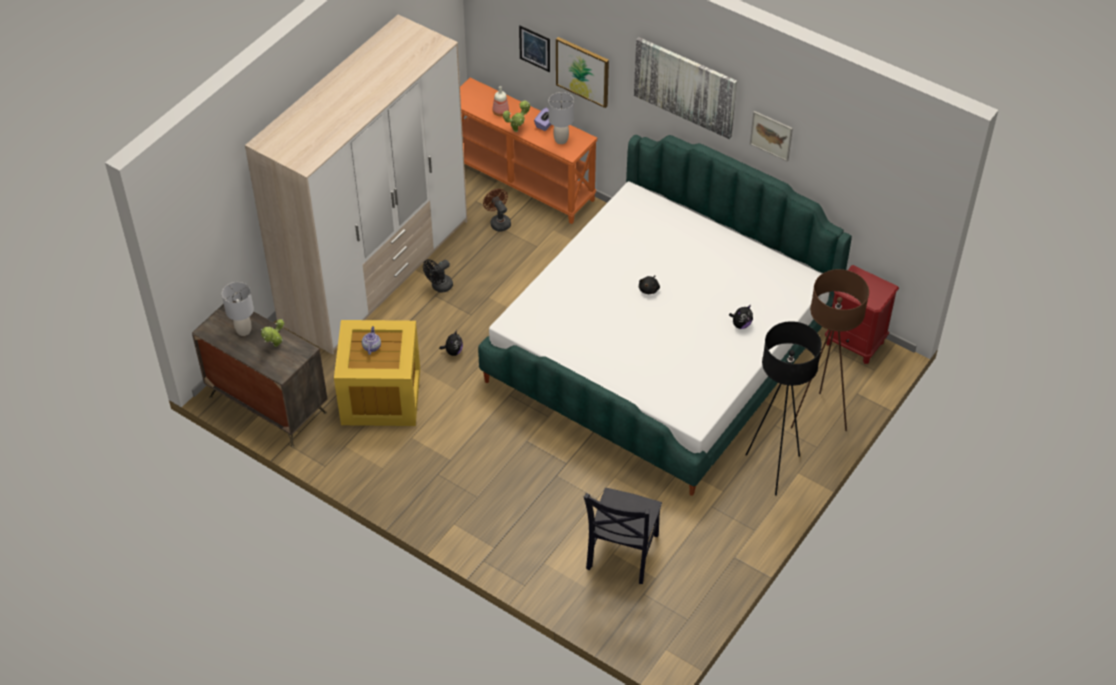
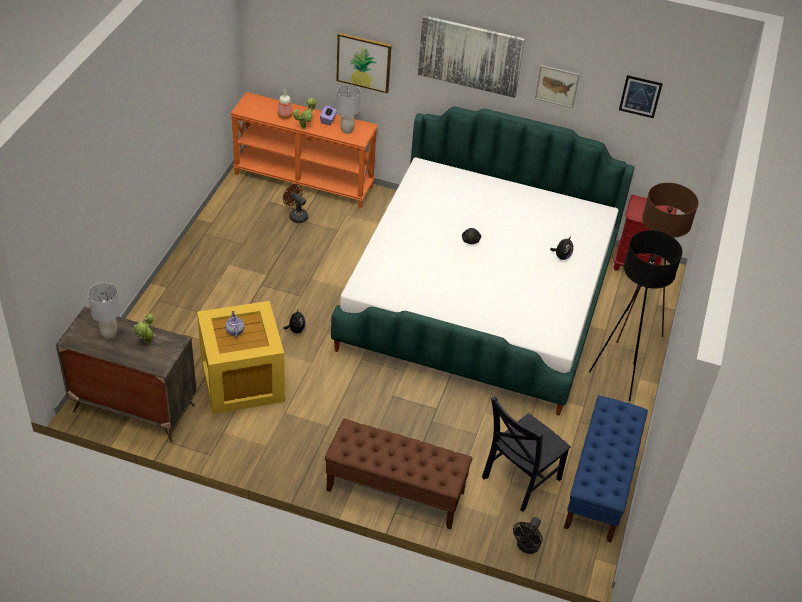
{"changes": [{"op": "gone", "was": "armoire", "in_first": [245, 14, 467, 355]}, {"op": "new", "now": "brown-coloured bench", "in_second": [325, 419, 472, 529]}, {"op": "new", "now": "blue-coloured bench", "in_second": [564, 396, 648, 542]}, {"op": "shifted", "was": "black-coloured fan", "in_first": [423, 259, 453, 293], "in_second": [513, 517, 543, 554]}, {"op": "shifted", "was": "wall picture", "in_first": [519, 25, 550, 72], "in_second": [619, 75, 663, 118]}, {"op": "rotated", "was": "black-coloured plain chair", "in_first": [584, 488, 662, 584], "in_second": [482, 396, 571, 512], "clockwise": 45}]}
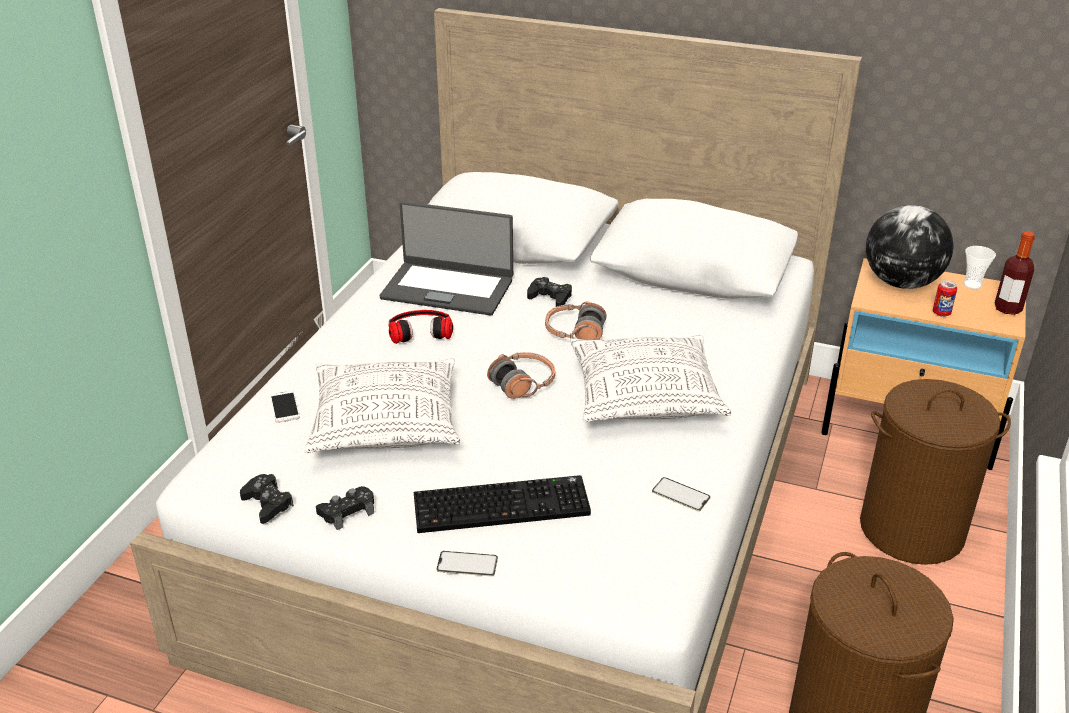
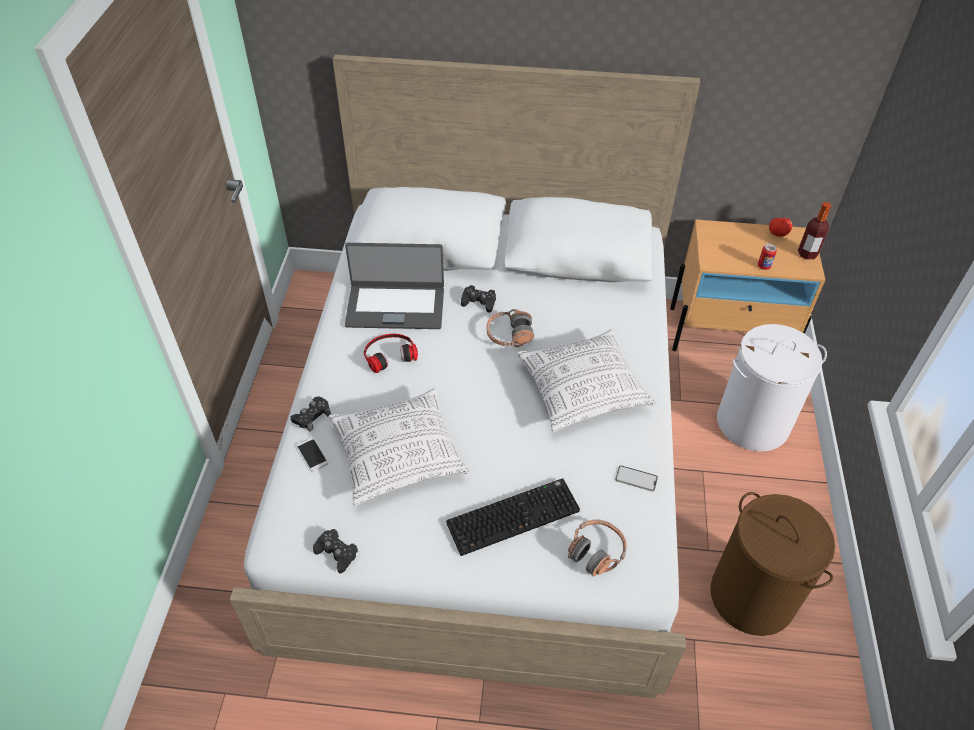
{"changes": [{"op": "gone", "was": "phone", "in_first": [437, 551, 498, 576]}, {"op": "gone", "was": "desk globe", "in_first": [866, 205, 954, 289]}, {"op": "shifted", "was": "black-coloured joypad", "in_first": [316, 486, 374, 530], "in_second": [290, 396, 331, 431]}, {"op": "shifted", "was": "headset", "in_first": [487, 352, 555, 399], "in_second": [568, 519, 627, 576]}, {"op": "swapped", "was": "drinking cup", "now": "apple fruit", "in_first": [963, 246, 996, 289], "in_second": [769, 215, 792, 237]}, {"op": "repainted", "was": "brown-coloured washing basket", "now": "whitish washing basket", "in_first": [860, 379, 1011, 565], "in_second": [717, 324, 827, 452]}]}
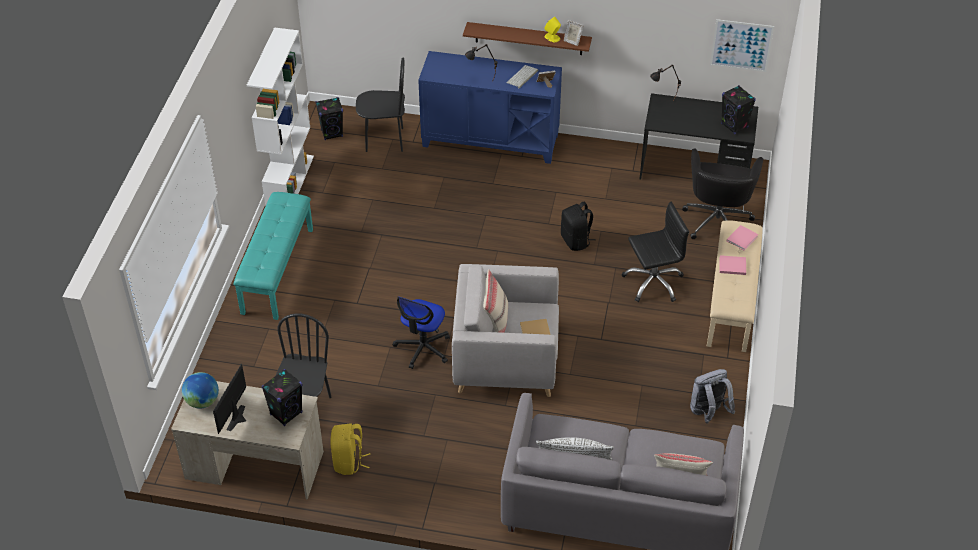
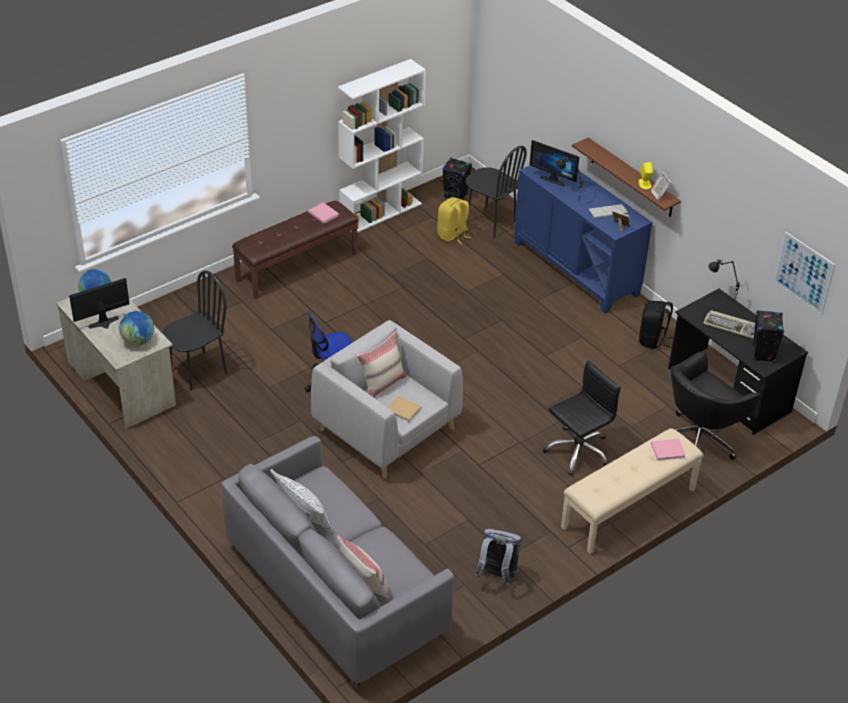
{"changes": [{"op": "new", "now": "computer display", "in_second": [530, 140, 579, 187]}, {"op": "new", "now": "computer keyboard", "in_second": [703, 310, 755, 339]}, {"op": "shifted", "was": "yellow-coloured backpack", "in_first": [330, 423, 370, 475], "in_second": [437, 197, 471, 245]}, {"op": "shifted", "was": "black-coloured backpack", "in_first": [561, 202, 596, 251], "in_second": [639, 301, 673, 349]}, {"op": "shifted", "was": "pink book", "in_first": [720, 255, 746, 275], "in_second": [308, 202, 339, 224]}, {"op": "swapped", "was": "black-coloured audio speaker", "now": "desk globe", "in_first": [261, 369, 303, 426], "in_second": [119, 311, 154, 346]}, {"op": "repainted", "was": "turquoise-coloured bench", "now": "brown-coloured bench", "in_first": [234, 192, 313, 320], "in_second": [232, 201, 358, 299]}, {"op": "rotated", "was": "black-coloured desk chair", "in_first": [622, 202, 689, 302], "in_second": [543, 360, 621, 476], "clockwise": -60}]}
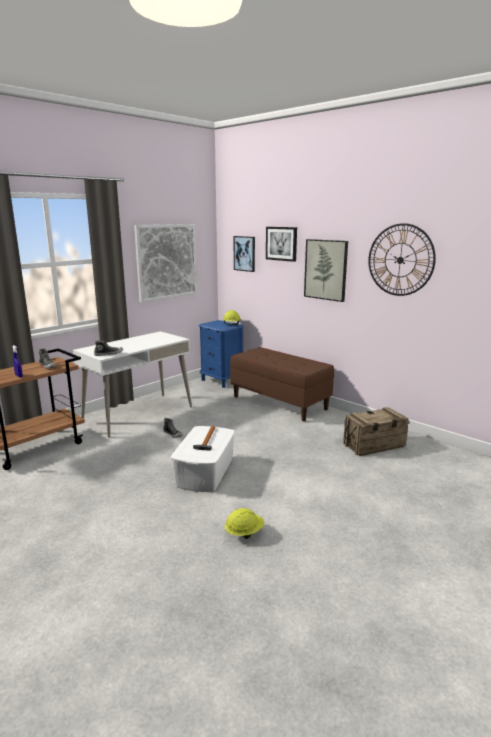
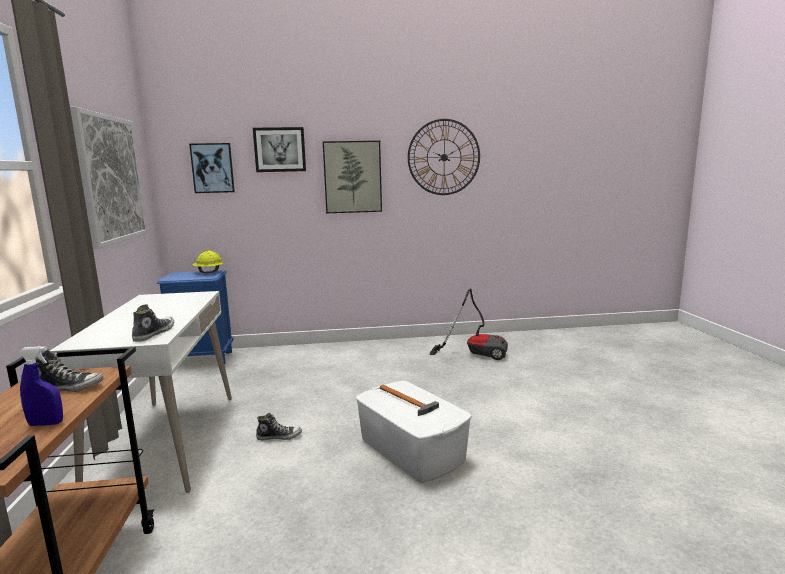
{"changes": [{"op": "gone", "was": "yellow-coloured work helmet", "in_first": [225, 508, 264, 539]}, {"op": "gone", "was": "brown-coloured bench", "in_first": [230, 347, 334, 421]}, {"op": "swapped", "was": "crate", "now": "vacuum", "in_first": [343, 407, 409, 456], "in_second": [429, 289, 508, 360]}]}
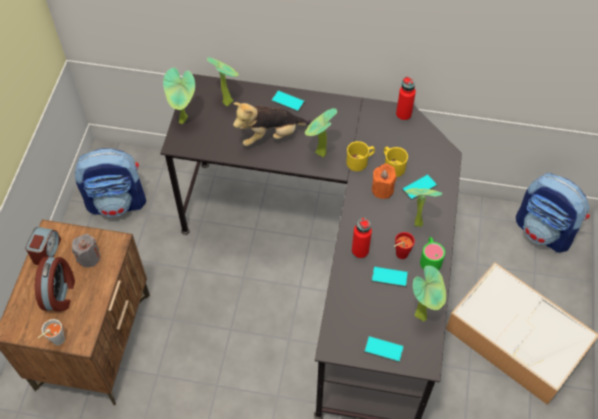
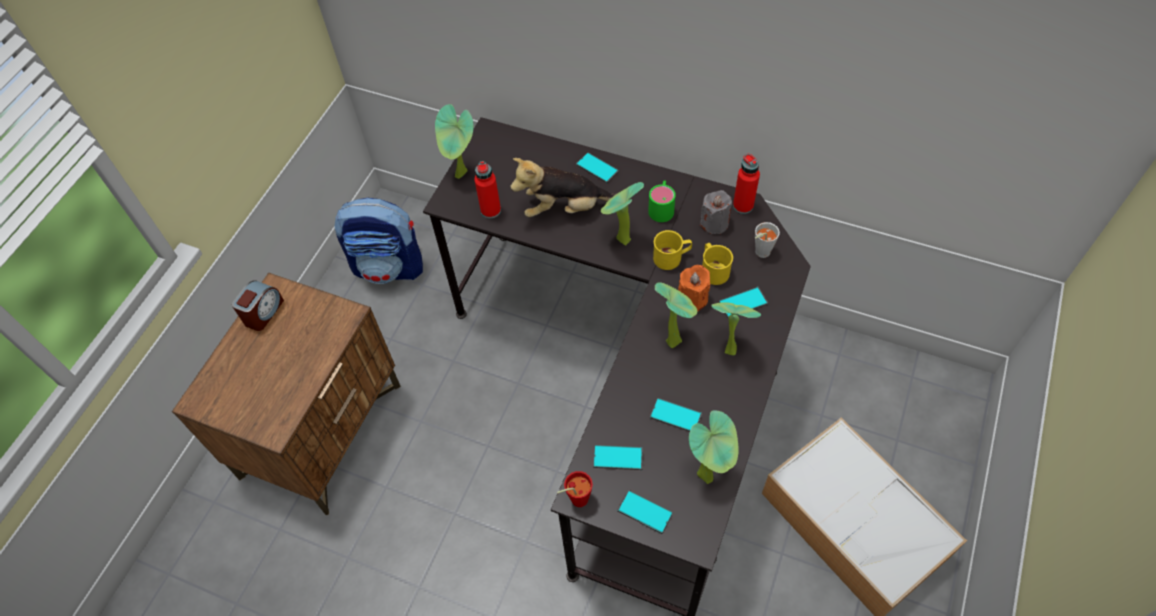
{"changes": [{"op": "gone", "was": "table clock", "in_first": [35, 256, 75, 311]}, {"op": "gone", "was": "backpack", "in_first": [516, 173, 590, 253]}, {"op": "new", "now": "phone", "in_second": [593, 445, 643, 470]}, {"op": "shifted", "was": "grey drinking cup", "in_first": [38, 319, 65, 345], "in_second": [755, 222, 780, 258]}, {"op": "shifted", "was": "grey wax light", "in_first": [72, 234, 100, 267], "in_second": [700, 190, 732, 234]}, {"op": "shifted", "was": "plant in a pot", "in_first": [207, 57, 239, 106], "in_second": [655, 282, 697, 348]}, {"op": "shifted", "was": "red bottle", "in_first": [352, 217, 372, 259], "in_second": [474, 161, 501, 218]}, {"op": "shifted", "was": "red drinking cup", "in_first": [394, 232, 415, 259], "in_second": [557, 471, 593, 507]}, {"op": "shifted", "was": "green tea mug", "in_first": [420, 237, 445, 270], "in_second": [648, 180, 676, 222]}]}
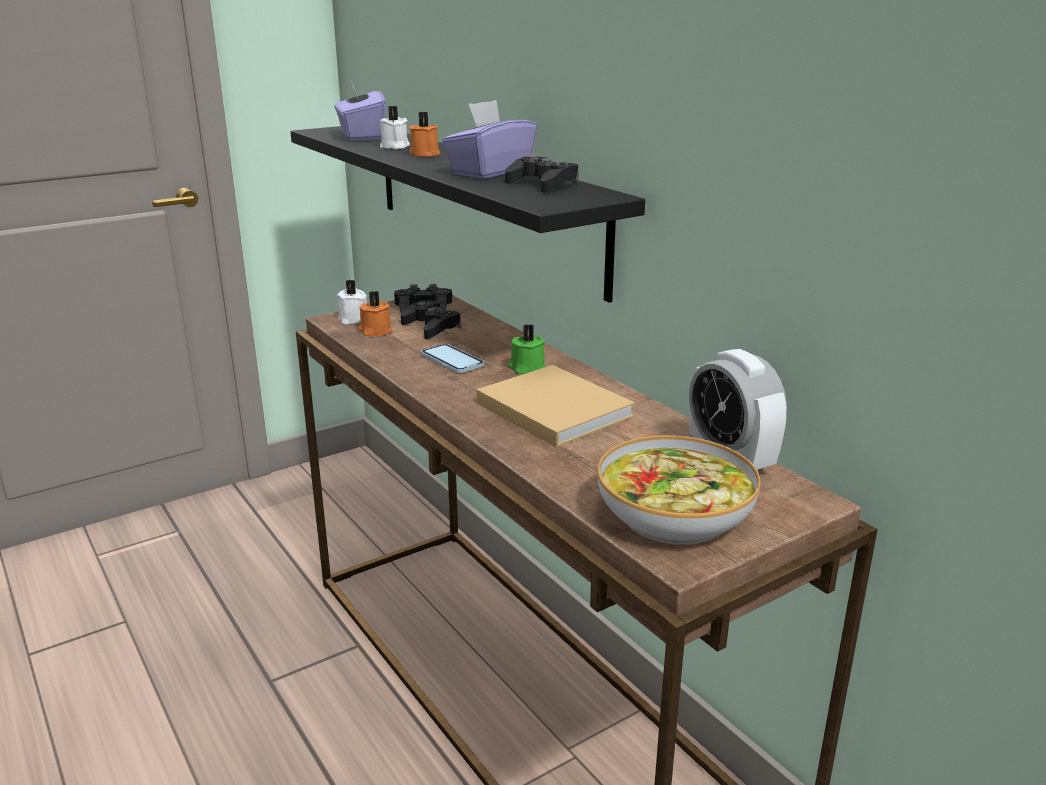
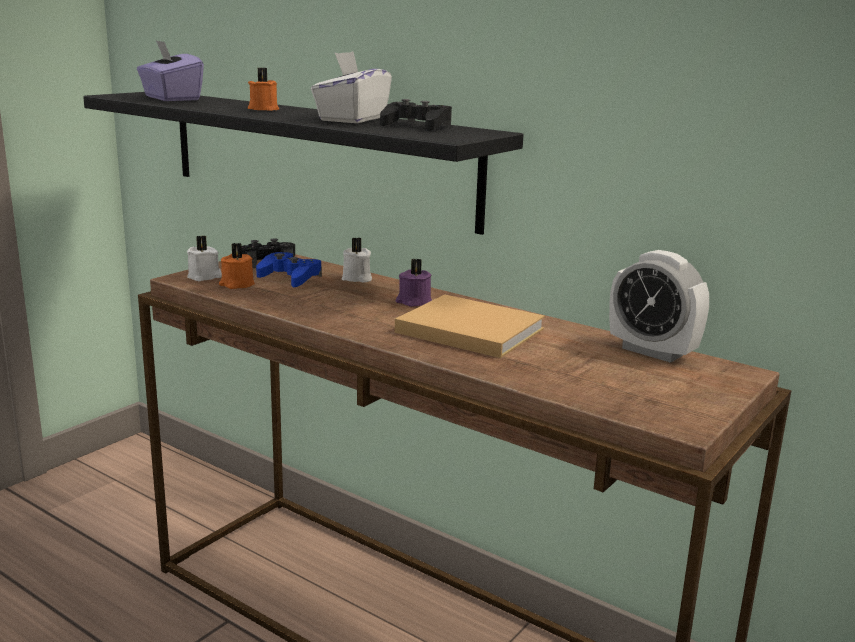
{"changes": [{"op": "gone", "was": "phone", "in_first": [421, 344, 484, 373]}, {"op": "gone", "was": "serving bowl", "in_first": [597, 435, 761, 545]}, {"op": "shifted", "was": "whitish wax light", "in_first": [380, 106, 410, 149], "in_second": [342, 237, 372, 283]}, {"op": "repainted", "was": "black-coloured joypad", "now": "blue-coloured joypad", "in_first": [401, 300, 461, 339], "in_second": [256, 252, 322, 287]}, {"op": "repainted", "was": "purplish tissue box", "now": "whitish tissue box", "in_first": [442, 100, 537, 179], "in_second": [311, 51, 392, 123]}, {"op": "repainted", "was": "green wax light", "now": "purplish wax light", "in_first": [508, 324, 545, 374], "in_second": [396, 258, 432, 307]}]}
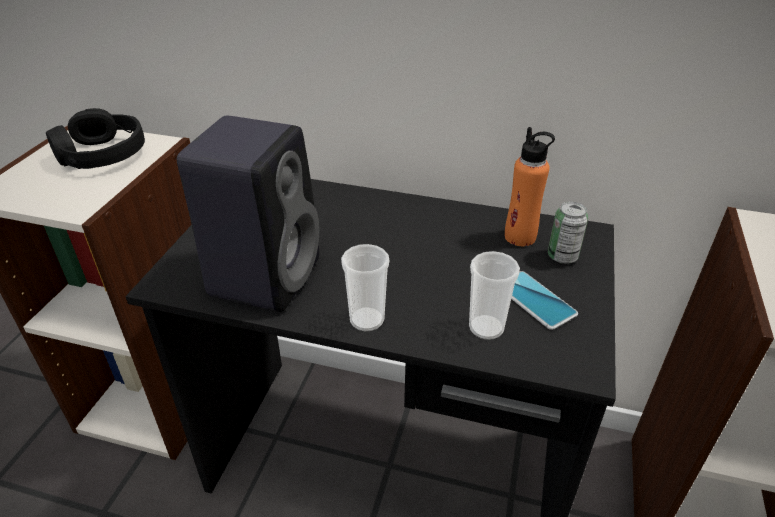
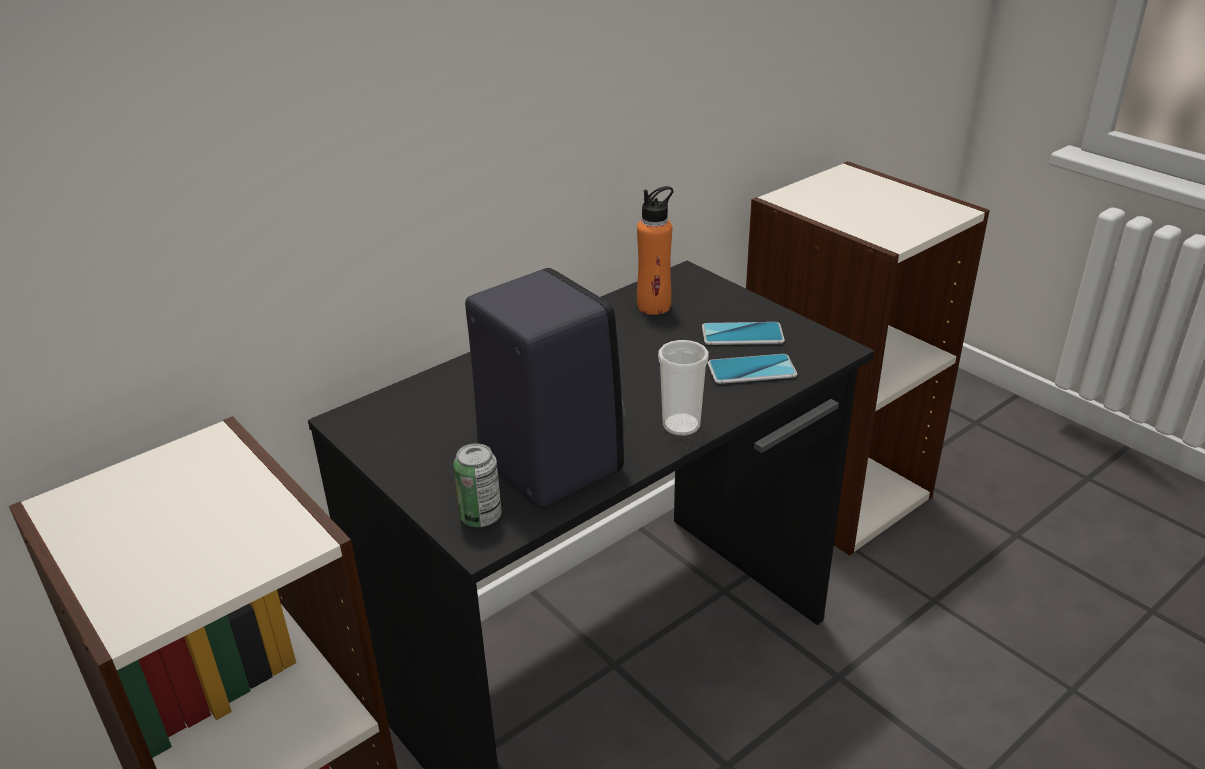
{"changes": [{"op": "gone", "was": "black-coloured headset", "in_first": [46, 108, 145, 169]}, {"op": "shifted", "was": "can", "in_first": [548, 202, 588, 264], "in_second": [453, 443, 501, 527]}, {"op": "swapped", "was": "drinking cup", "now": "phone", "in_first": [469, 251, 520, 340], "in_second": [708, 354, 797, 384]}]}
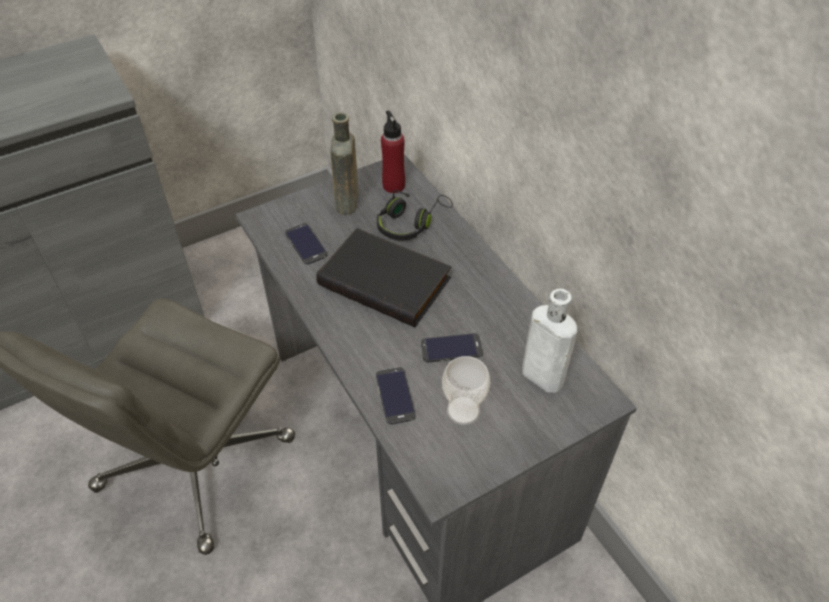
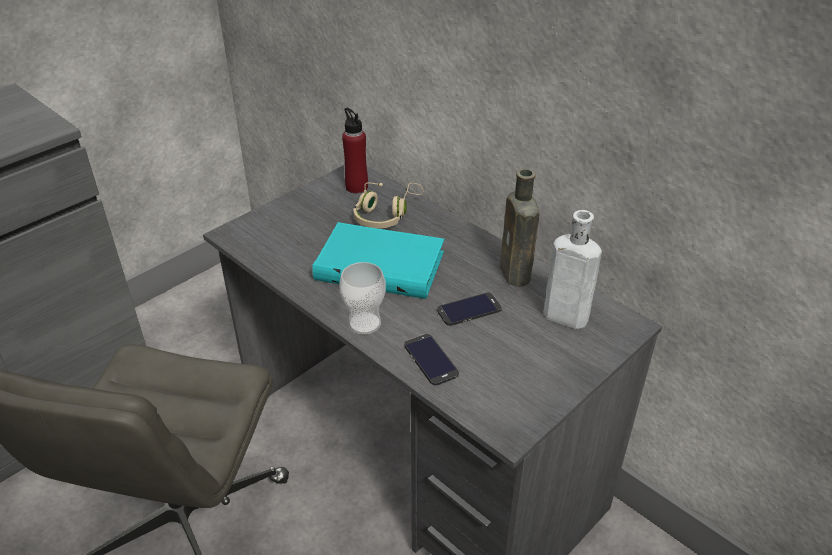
{"changes": [{"op": "gone", "was": "phone", "in_first": [285, 223, 327, 264]}, {"op": "shifted", "was": "brown-coloured bottle", "in_first": [331, 112, 358, 215], "in_second": [500, 168, 540, 287]}, {"op": "shifted", "was": "drinking cup", "in_first": [442, 356, 490, 425], "in_second": [339, 262, 386, 334]}, {"op": "repainted", "was": "black-coloured book", "now": "turquoise-coloured book", "in_first": [316, 228, 451, 327], "in_second": [312, 222, 444, 299]}, {"op": "repainted", "was": "black-coloured headset", "now": "sand-coloured headset", "in_first": [377, 190, 453, 241], "in_second": [353, 183, 423, 228]}]}
